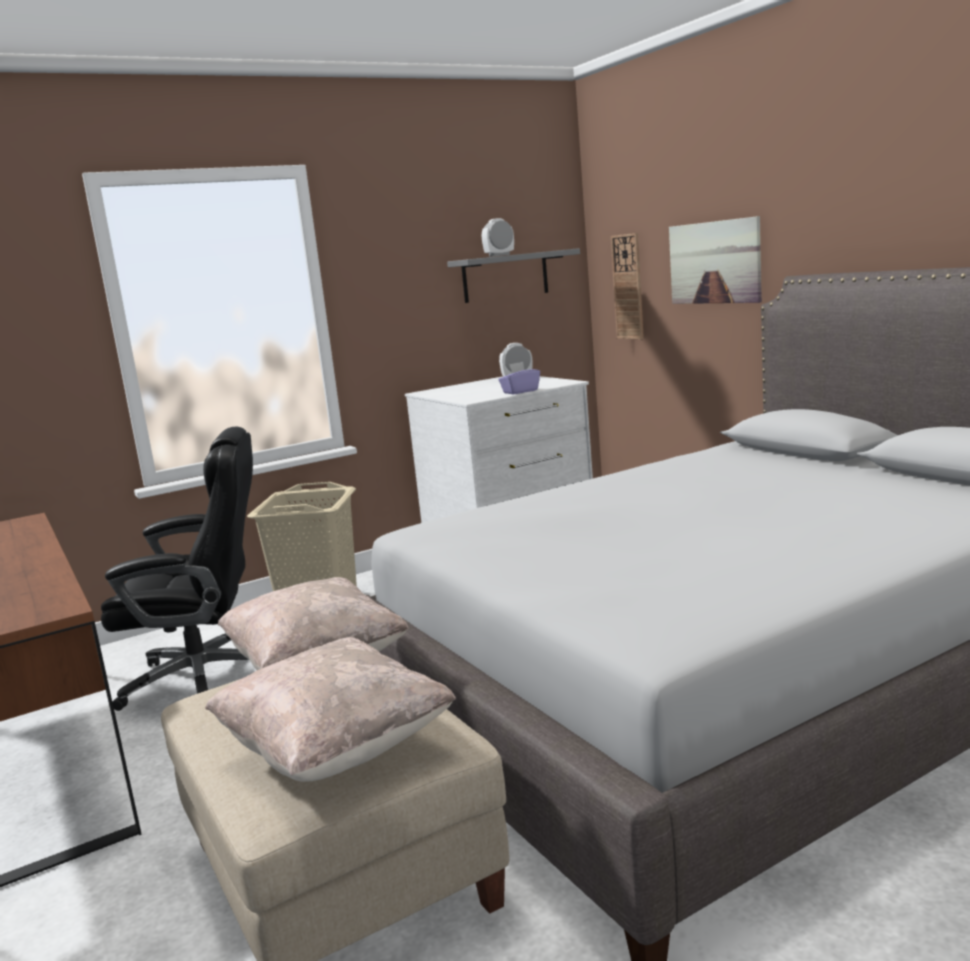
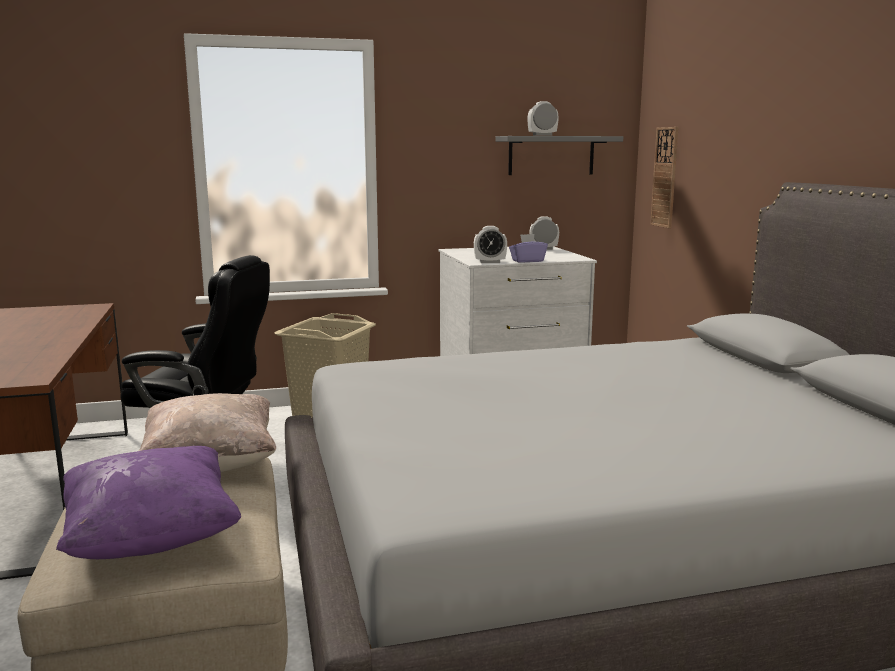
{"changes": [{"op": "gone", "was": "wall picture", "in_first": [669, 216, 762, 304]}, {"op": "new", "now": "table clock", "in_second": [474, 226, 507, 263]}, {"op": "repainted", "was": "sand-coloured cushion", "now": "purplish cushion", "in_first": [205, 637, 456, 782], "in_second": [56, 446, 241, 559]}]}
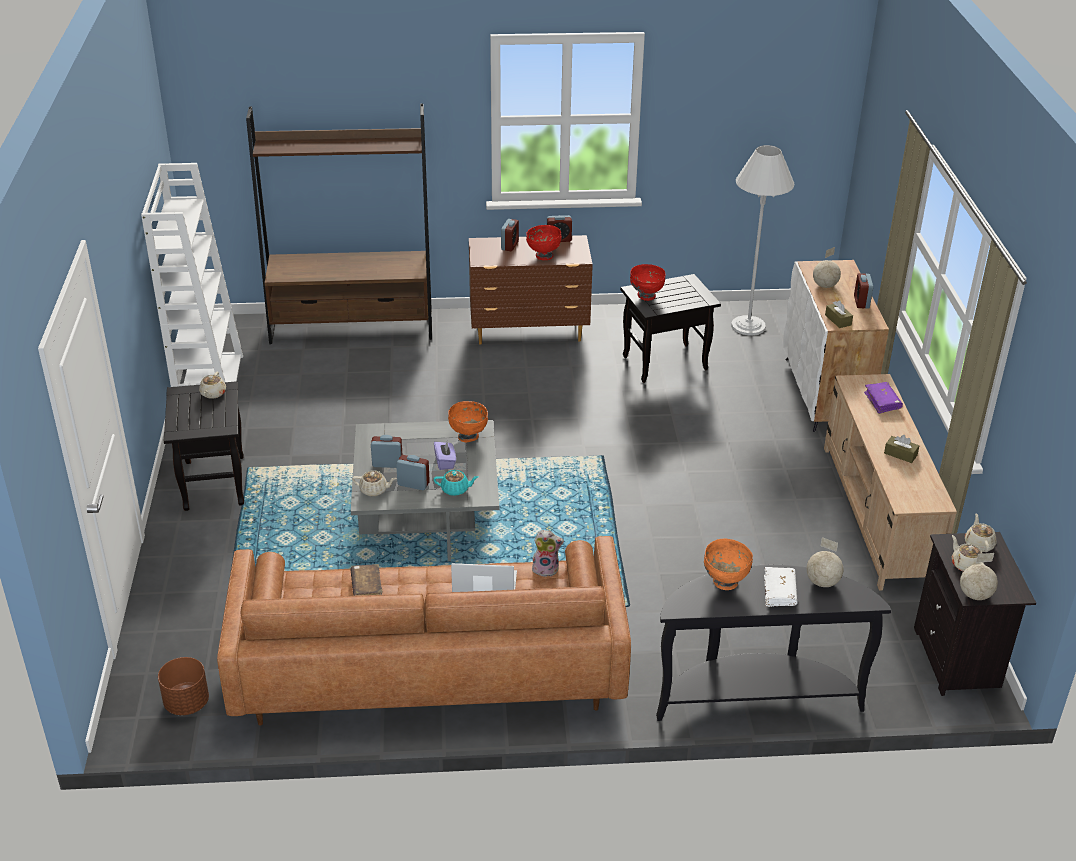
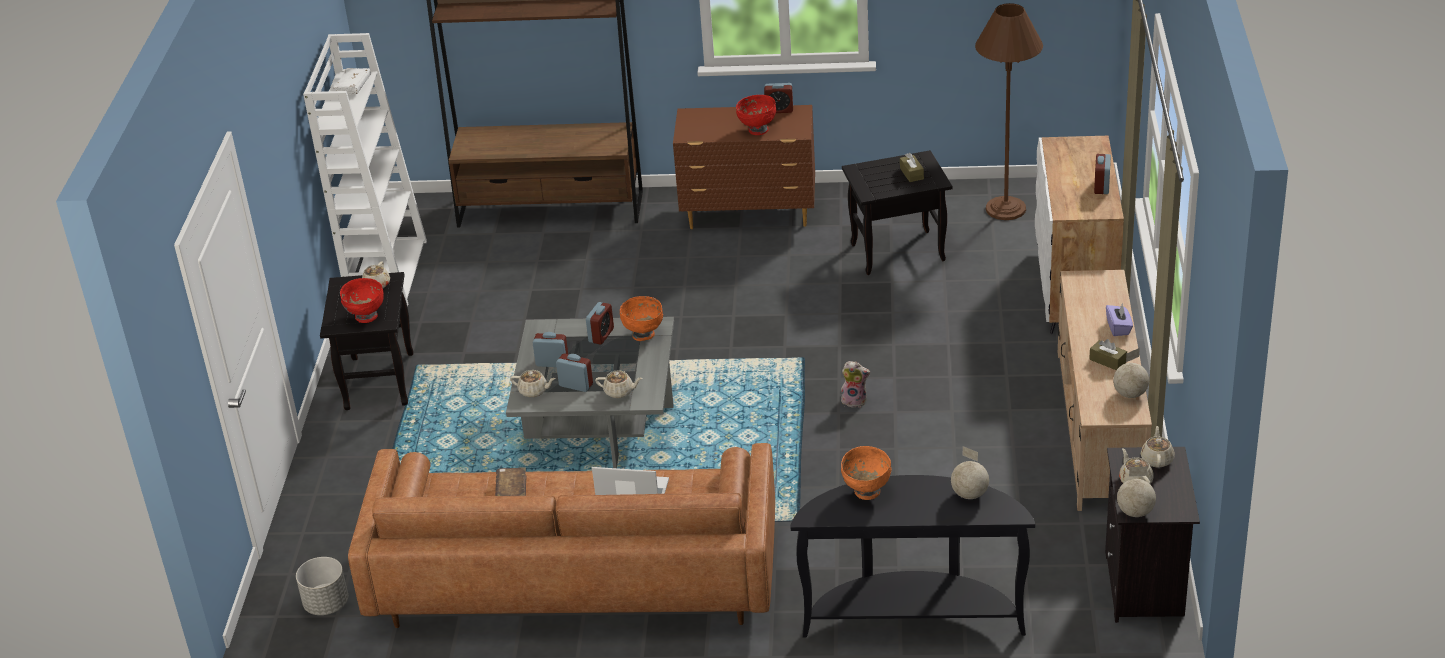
{"changes": [{"op": "gone", "was": "purplish book", "in_first": [864, 382, 903, 414]}, {"op": "shifted", "was": "purplish tissue box", "in_first": [434, 442, 456, 470], "in_second": [1106, 303, 1133, 336]}, {"op": "shifted", "was": "table clock", "in_first": [501, 219, 519, 251], "in_second": [586, 302, 614, 345]}, {"op": "shifted", "was": "plush toy", "in_first": [532, 530, 564, 577], "in_second": [841, 361, 870, 407]}, {"op": "shifted", "was": "red serving bowl", "in_first": [630, 264, 665, 301], "in_second": [340, 278, 384, 323]}, {"op": "shifted", "was": "whitish book", "in_first": [764, 567, 798, 607], "in_second": [333, 68, 371, 94]}, {"op": "shifted", "was": "desk globe", "in_first": [813, 247, 841, 288], "in_second": [1113, 348, 1149, 398]}, {"op": "shifted", "was": "brown-coloured tissue box", "in_first": [825, 300, 853, 328], "in_second": [900, 153, 924, 182]}, {"op": "repainted", "was": "brown-coloured flower pot", "now": "grey flower pot", "in_first": [158, 657, 209, 715], "in_second": [296, 557, 348, 615]}, {"op": "repainted", "was": "turquoise-coloured pot for tea", "now": "sand-coloured pot for tea", "in_first": [434, 470, 479, 496], "in_second": [595, 370, 642, 398]}, {"op": "repainted", "was": "whitish floor lamp", "now": "brown-coloured floor lamp", "in_first": [731, 145, 795, 336], "in_second": [975, 3, 1043, 220]}]}
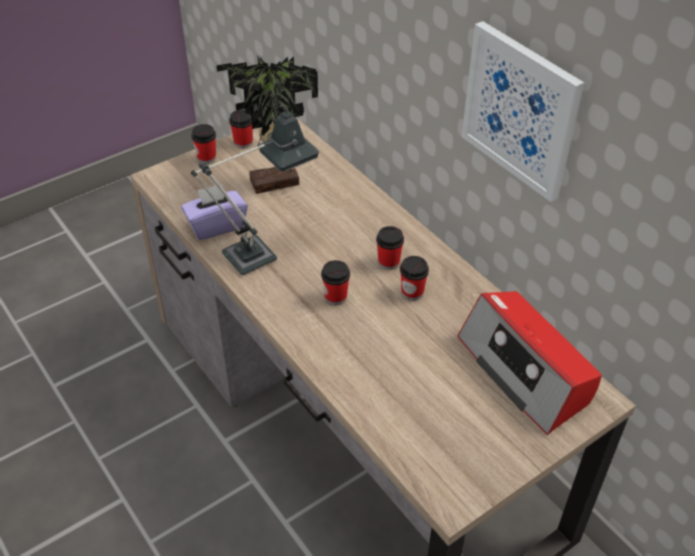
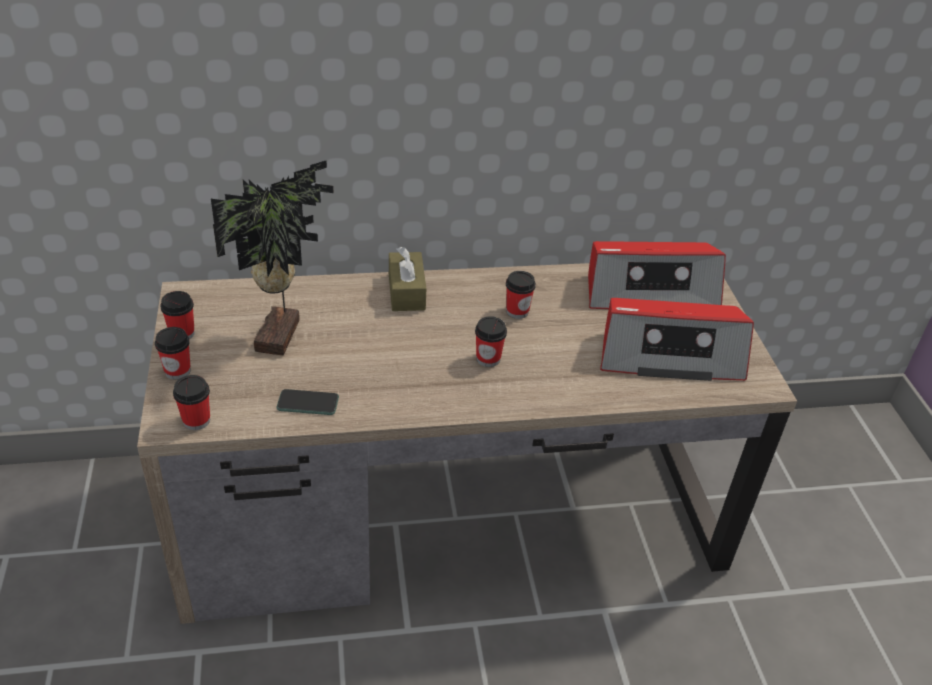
{"changes": [{"op": "gone", "was": "tabletop lamp", "in_first": [191, 107, 319, 275]}, {"op": "gone", "was": "wall picture", "in_first": [462, 21, 584, 202]}, {"op": "new", "now": "brown-coloured tissue box", "in_second": [389, 247, 426, 311]}, {"op": "new", "now": "radio", "in_second": [600, 298, 754, 381]}, {"op": "shifted", "was": "drinking cup", "in_first": [376, 226, 404, 270], "in_second": [173, 375, 210, 430]}, {"op": "swapped", "was": "purplish tissue box", "now": "phone", "in_first": [181, 184, 248, 240], "in_second": [276, 389, 339, 415]}]}
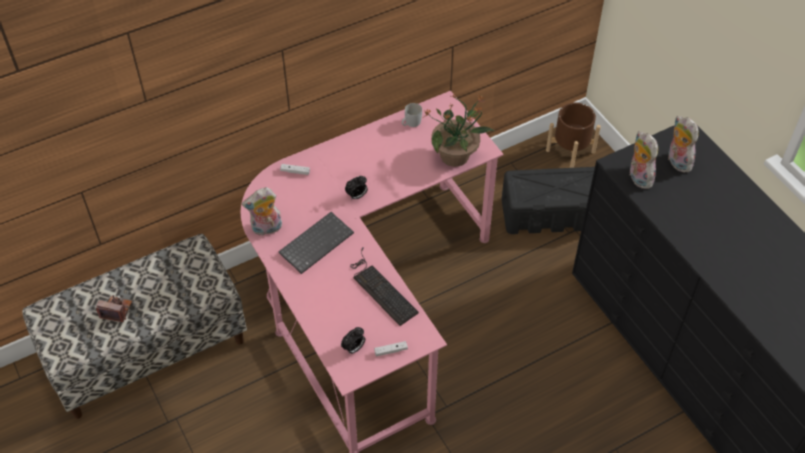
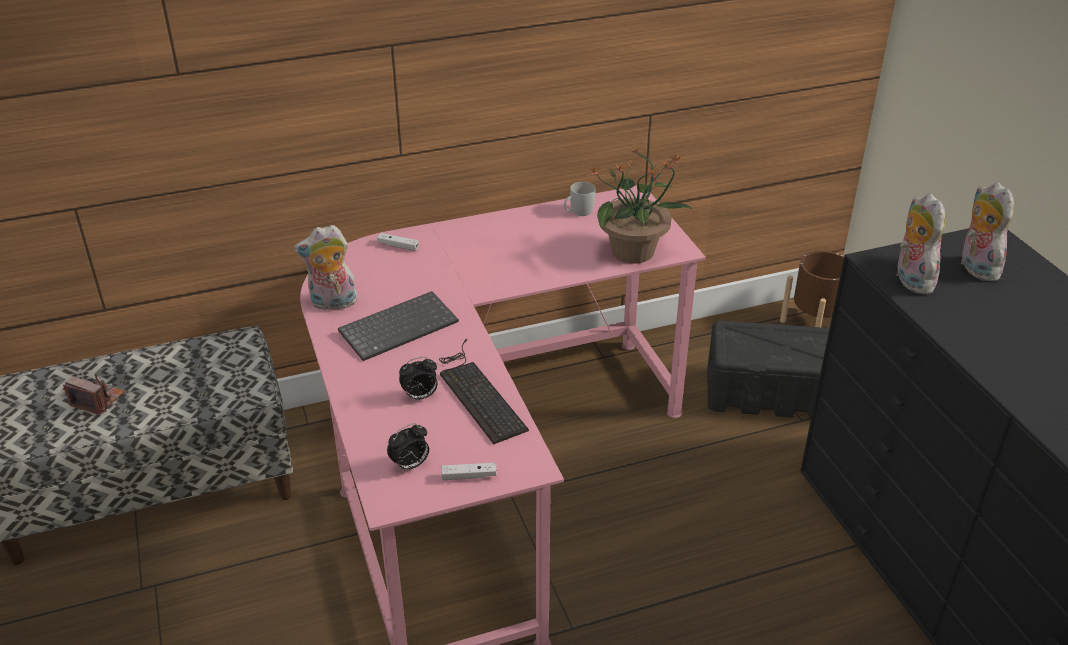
{"changes": [{"op": "shifted", "was": "table clock", "in_first": [345, 176, 368, 200], "in_second": [399, 357, 437, 400]}]}
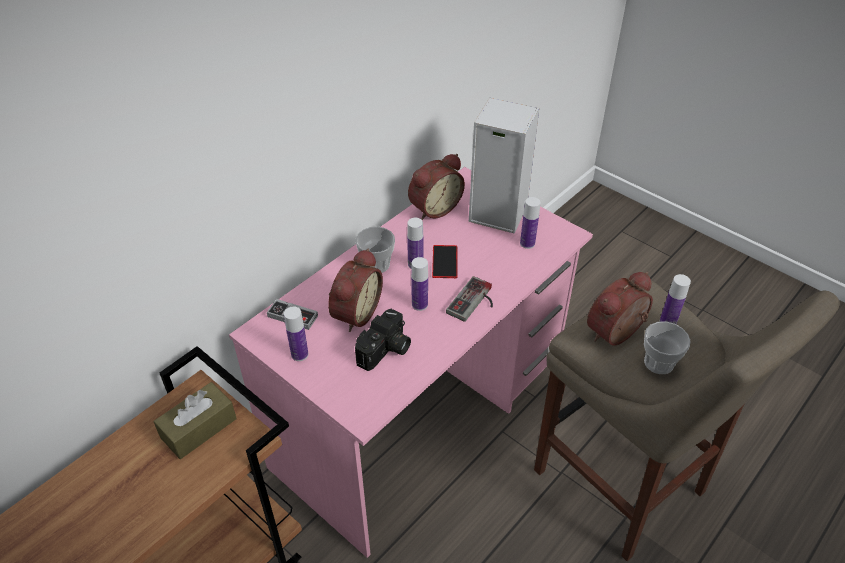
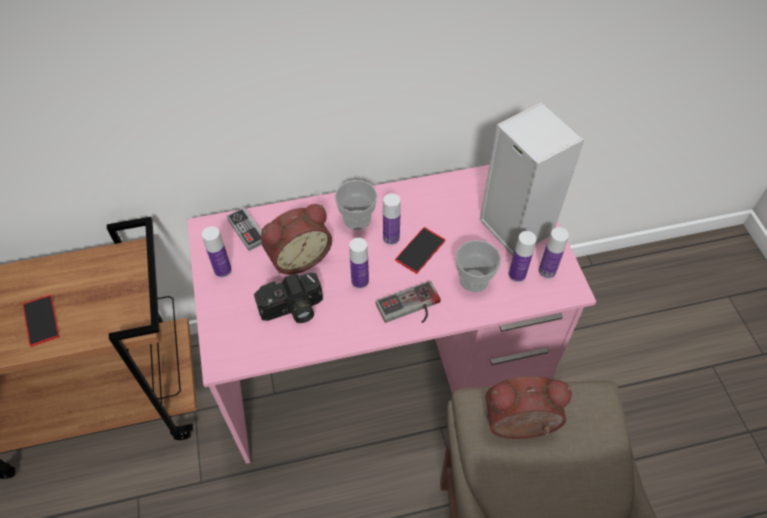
{"changes": [{"op": "gone", "was": "brown-coloured tissue box", "in_first": [154, 382, 237, 459]}, {"op": "gone", "was": "table clock", "in_first": [408, 154, 465, 220]}, {"op": "new", "now": "phone", "in_second": [23, 295, 59, 347]}, {"op": "shifted", "was": "drinking cup", "in_first": [644, 322, 691, 374], "in_second": [456, 240, 501, 293]}, {"op": "shifted", "was": "bottle", "in_first": [660, 274, 691, 324], "in_second": [539, 227, 569, 279]}]}
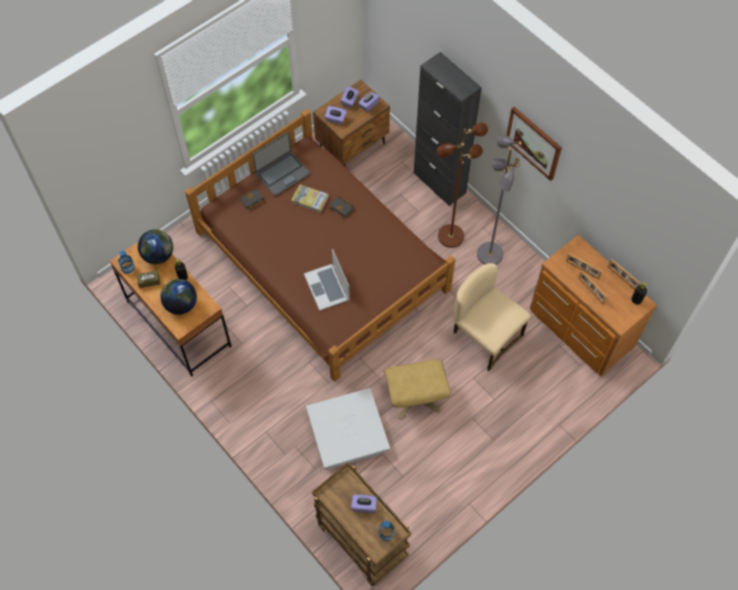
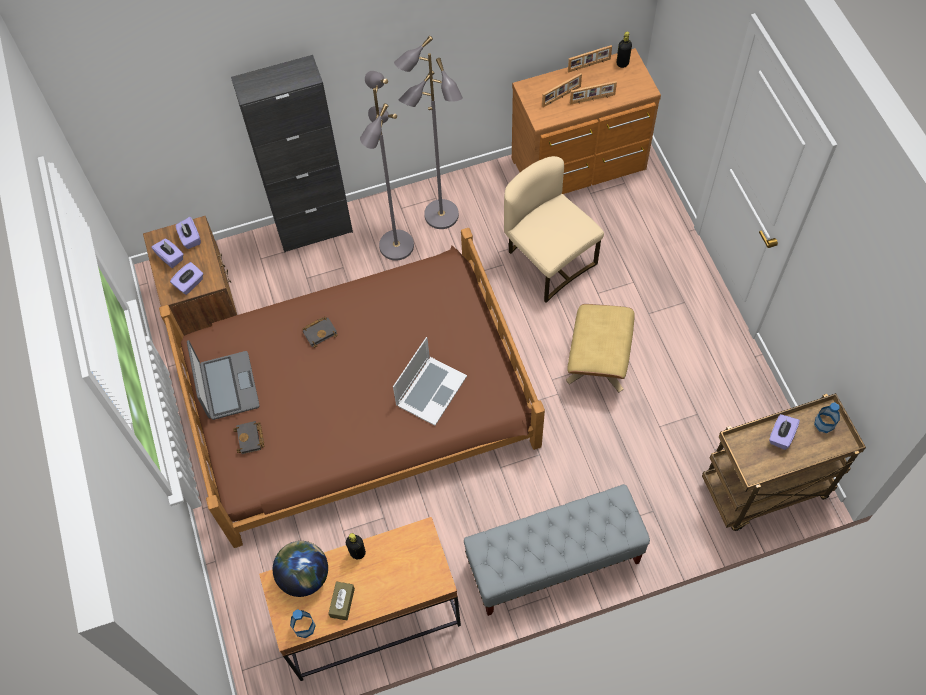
{"changes": [{"op": "gone", "was": "desk globe", "in_first": [161, 279, 197, 315]}, {"op": "gone", "was": "book", "in_first": [291, 184, 329, 213]}, {"op": "gone", "was": "whitish storage container", "in_first": [306, 388, 390, 470]}, {"op": "gone", "was": "wall picture", "in_first": [506, 107, 562, 181]}, {"op": "new", "now": "grey bench", "in_second": [464, 484, 650, 616]}, {"op": "repainted", "was": "brown-coloured floor lamp", "now": "grey floor lamp", "in_first": [437, 123, 488, 248], "in_second": [360, 71, 414, 261]}, {"op": "rotated", "was": "portable computer", "in_first": [304, 249, 350, 311], "in_second": [393, 337, 467, 426], "clockwise": -60}, {"op": "rotated", "was": "sand-coloured plain chair", "in_first": [453, 263, 531, 371], "in_second": [504, 156, 604, 303], "clockwise": 75}]}
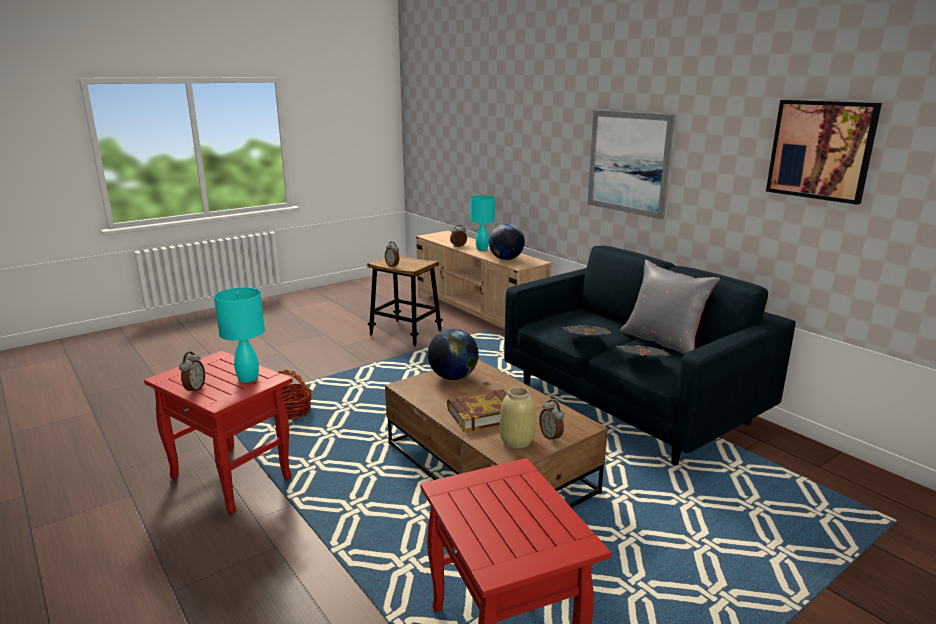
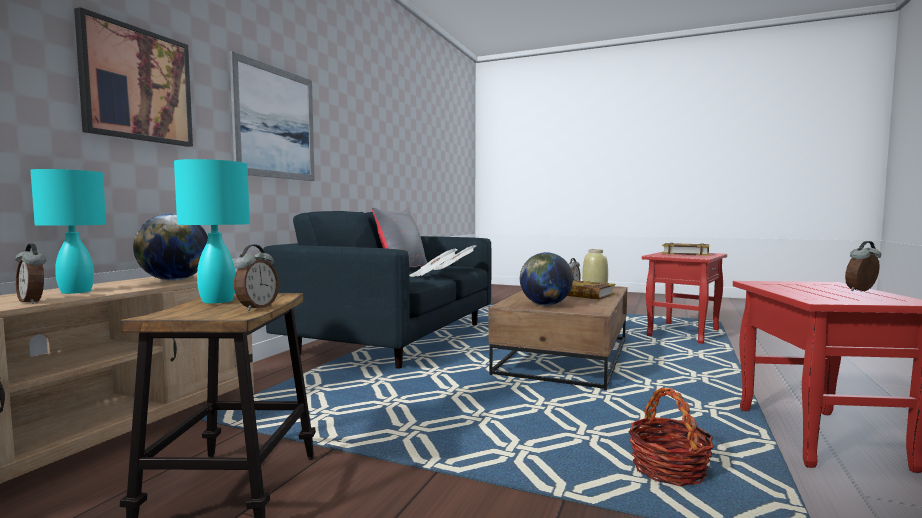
{"changes": [{"op": "new", "now": "book", "in_second": [662, 243, 709, 255]}, {"op": "shifted", "was": "turquoise-coloured tabletop lamp", "in_first": [214, 287, 265, 383], "in_second": [174, 159, 250, 304]}, {"op": "shifted", "was": "wall picture", "in_first": [766, 100, 882, 205], "in_second": [74, 7, 193, 147]}]}
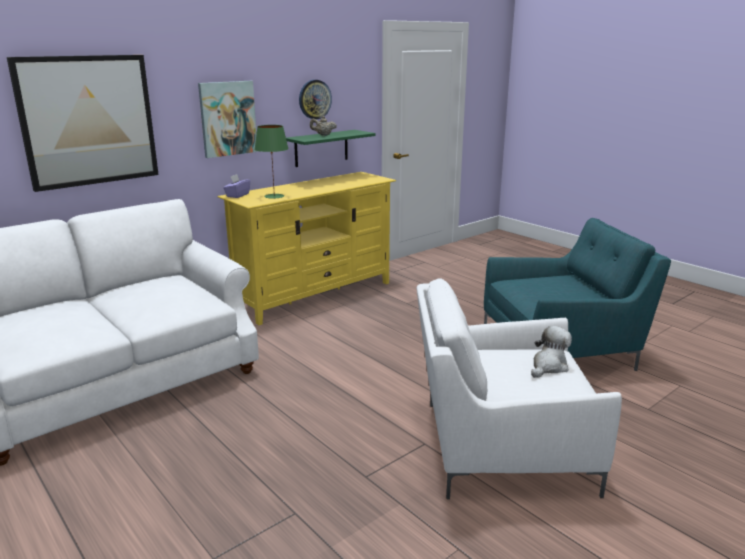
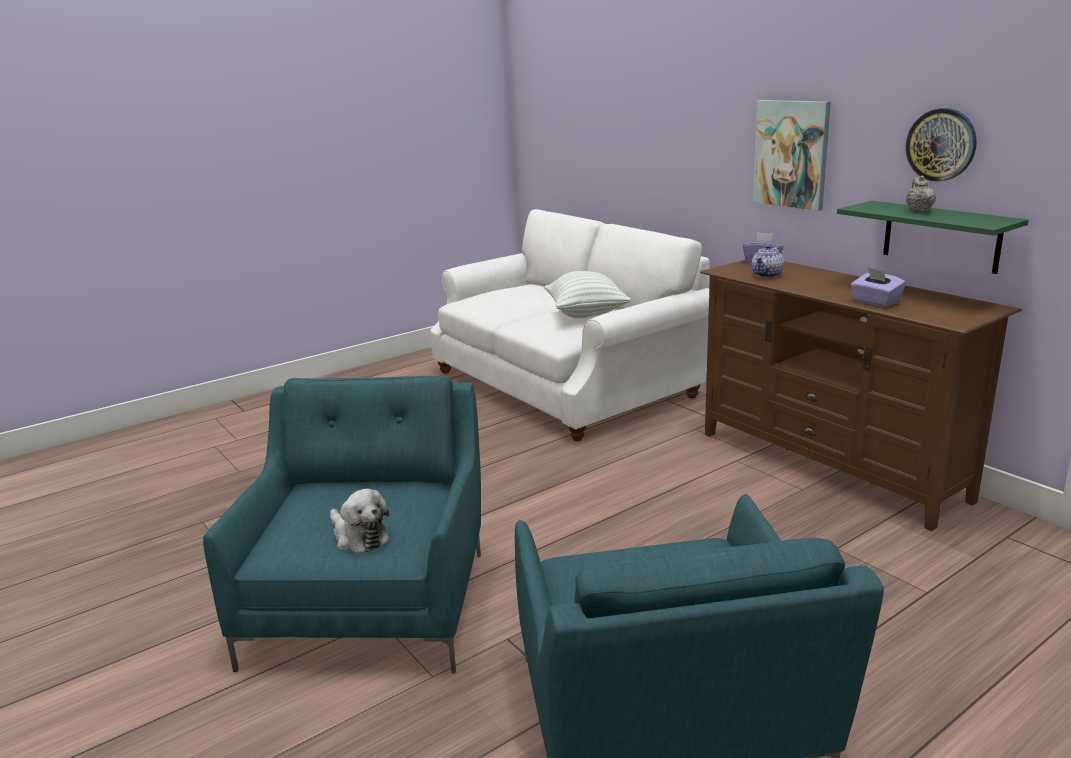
{"changes": [{"op": "gone", "was": "wall picture", "in_first": [7, 55, 159, 192]}, {"op": "new", "now": "cushion", "in_second": [544, 271, 631, 318]}, {"op": "new", "now": "purplish tissue box", "in_second": [851, 268, 906, 307]}, {"op": "swapped", "was": "green tabletop lamp", "now": "pot for tea", "in_first": [254, 125, 289, 199], "in_second": [752, 245, 784, 278]}, {"op": "repainted", "was": "yellow-coloured media console", "now": "brown-coloured media console", "in_first": [218, 172, 396, 325], "in_second": [700, 260, 1022, 531]}, {"op": "repainted", "was": "whitish easy chair", "now": "turquoise-coloured easy chair", "in_first": [417, 278, 622, 499], "in_second": [203, 376, 481, 673]}]}
